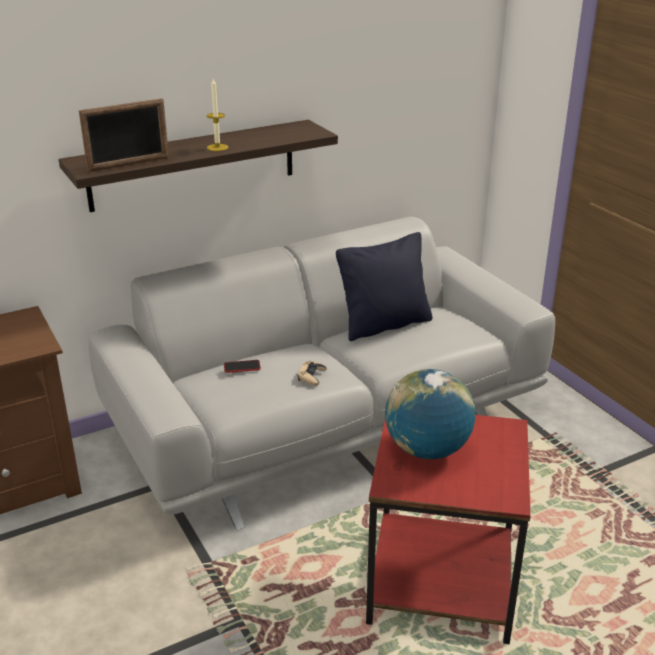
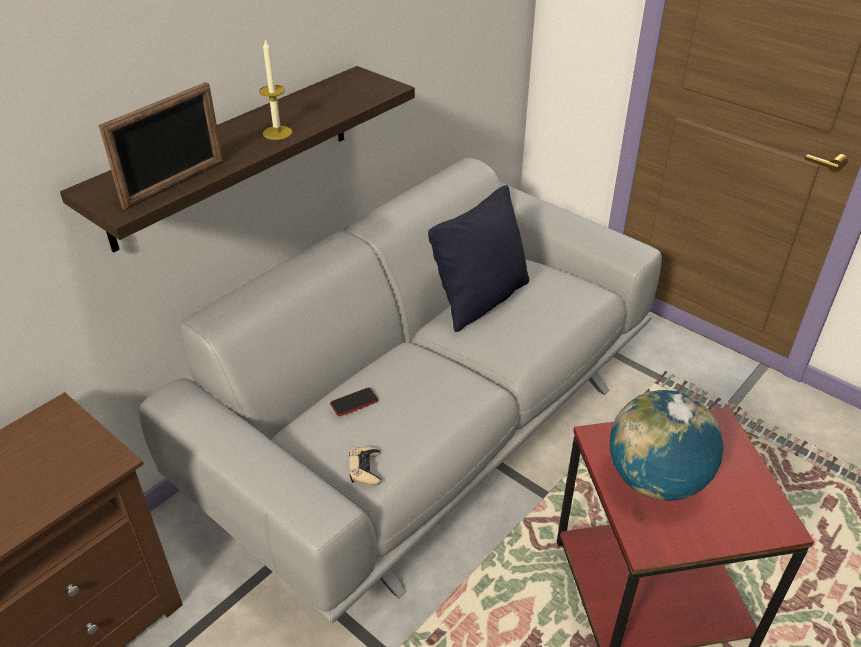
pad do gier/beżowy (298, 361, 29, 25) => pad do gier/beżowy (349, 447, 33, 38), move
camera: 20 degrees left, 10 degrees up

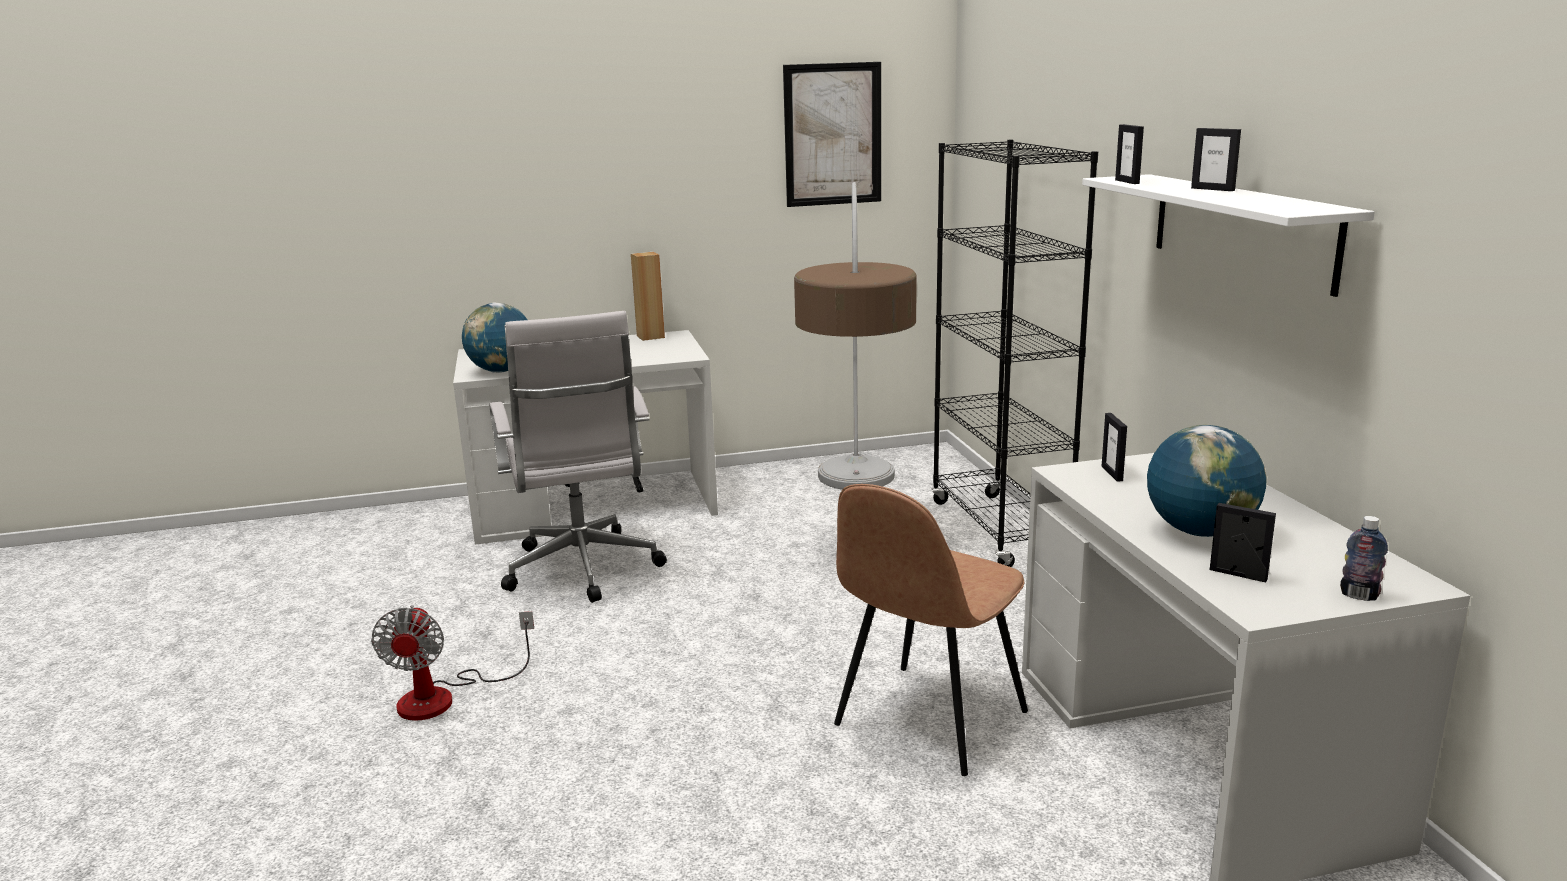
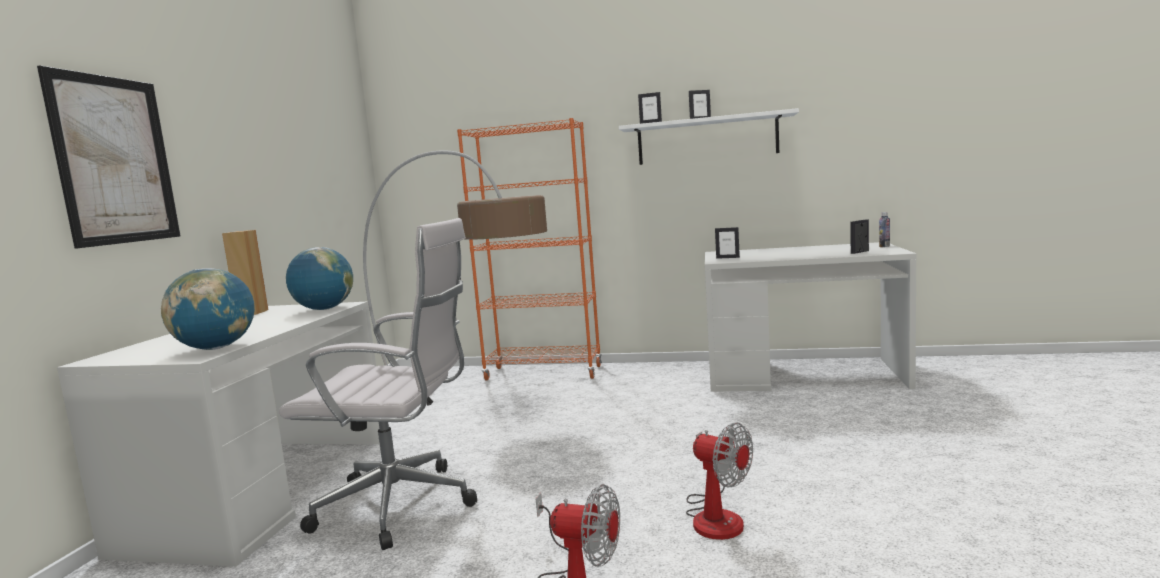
obraz (783, 62, 98, 145) => obraz (37, 65, 143, 184), move
regał/czarny (931, 140, 167, 427) => regał/pomarańczowy (457, 118, 145, 262)
globus (1147, 425, 120, 112) => globus (286, 247, 67, 63), move
krzesło/brązowy (834, 484, 194, 292) => nothing
nothing => wentylator (686, 422, 67, 118)
camera: 65 degrees left, 10 degrees down

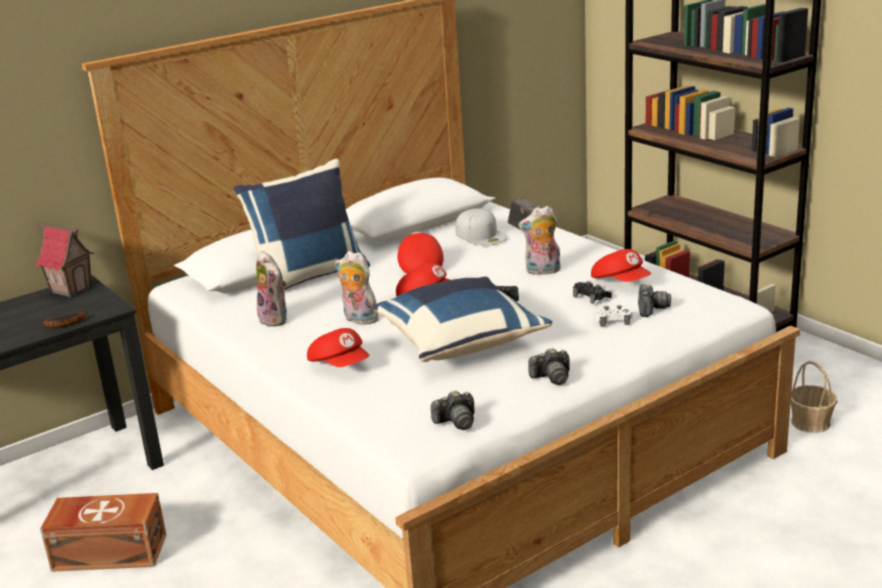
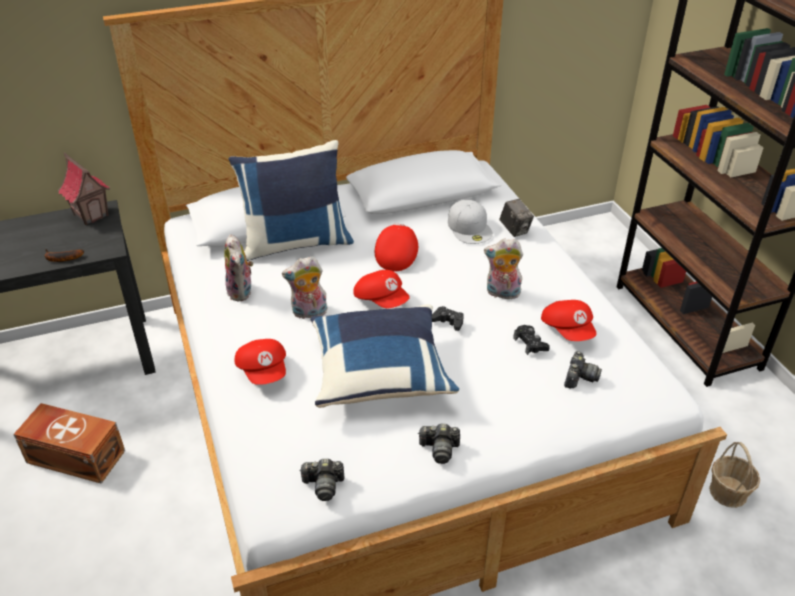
pluszak (335, 251, 44, 74) => pluszak (282, 256, 46, 63), 60 degrees counterclockwise
pad do gier/biały (593, 305, 40, 22) => nothing
camera: 15 degrees right, 15 degrees up

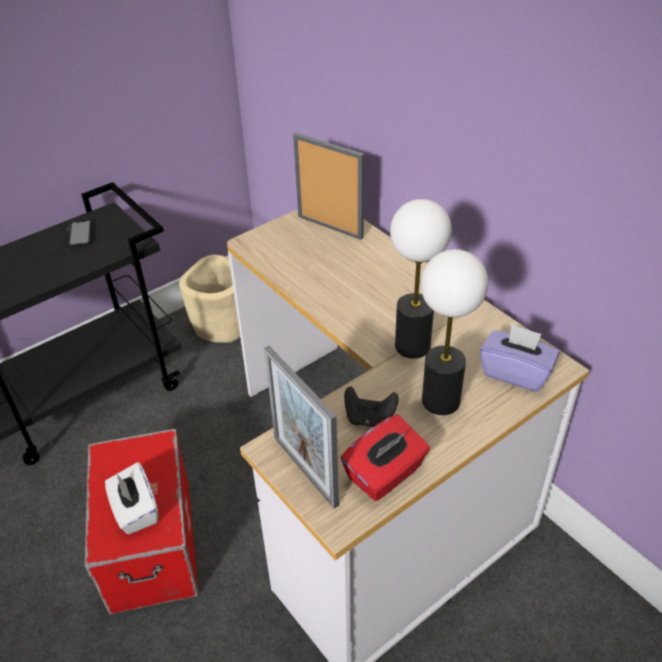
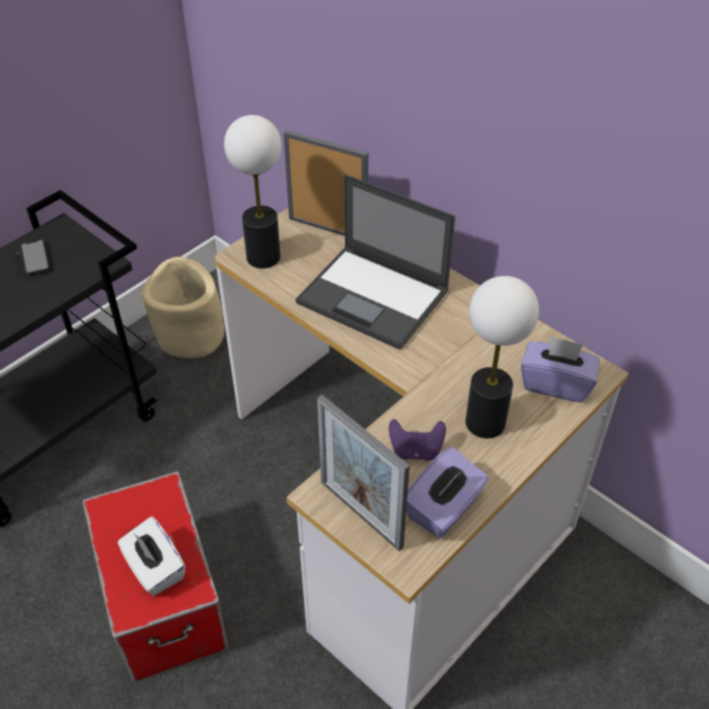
lampa stołowa (390, 199, 62, 160) => lampa stołowa (224, 115, 57, 154), move
pad do gier/czarny (344, 386, 55, 41) => pad do gier/fioletowy (389, 419, 57, 42)
pudełko chusteczek/czerwony (341, 415, 89, 86) => pudełko chusteczek/fioletowy (406, 447, 83, 91)
nothing => laptop (296, 174, 159, 176)
camera: 10 degrees left, 5 degrees up

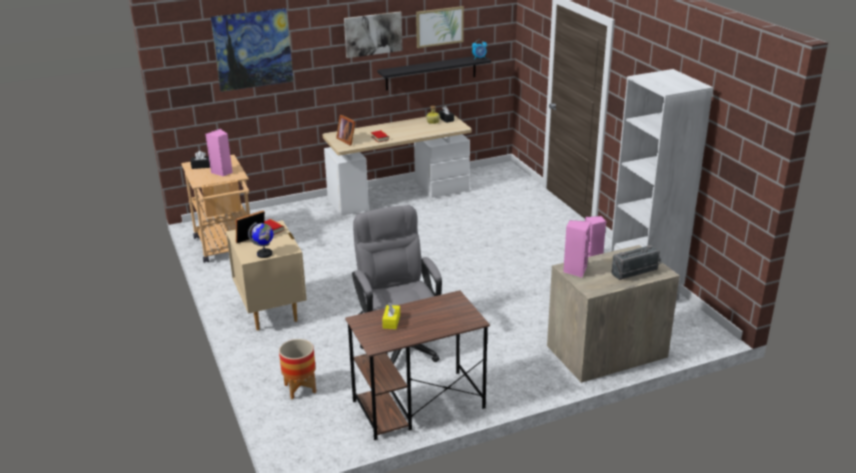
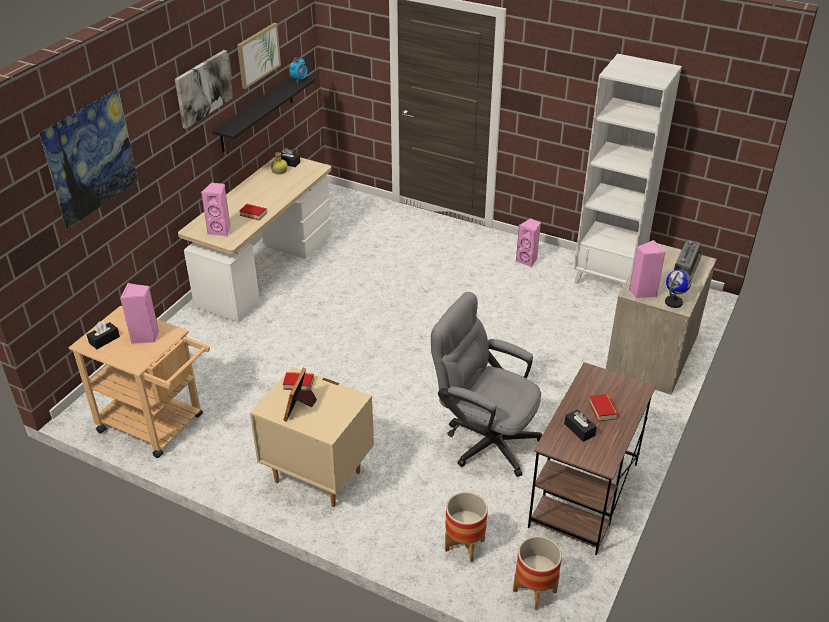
ramka na zdjęcie (336, 115, 20, 31) => głośnik/różowy (201, 182, 30, 55)
globus (248, 222, 25, 36) => globus (665, 270, 26, 38), move
pudełko chusteczek/żółty (382, 303, 18, 26) => pudełko chusteczek/czarny (564, 409, 33, 33)
nothing => książka (589, 394, 29, 28)
nothing => donica (513, 536, 49, 74)
camera: 40 degrees left, 10 degrees up

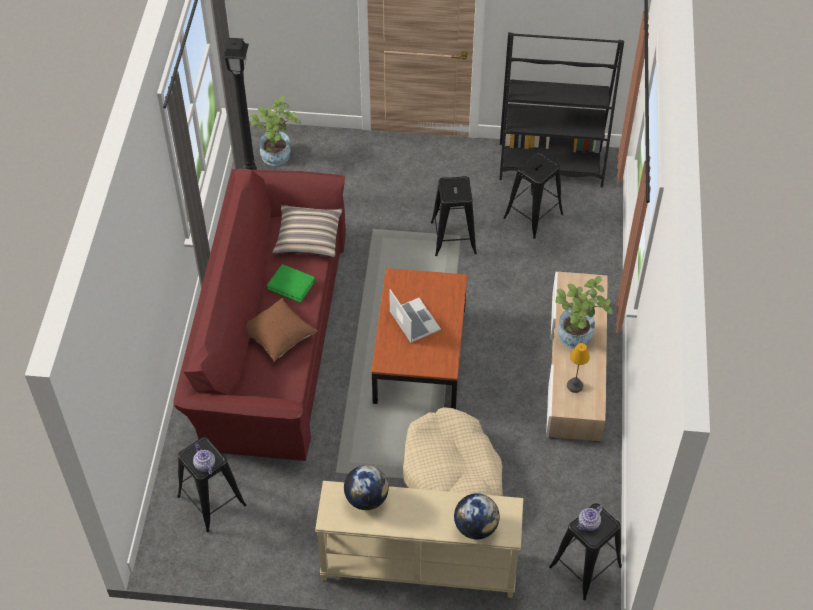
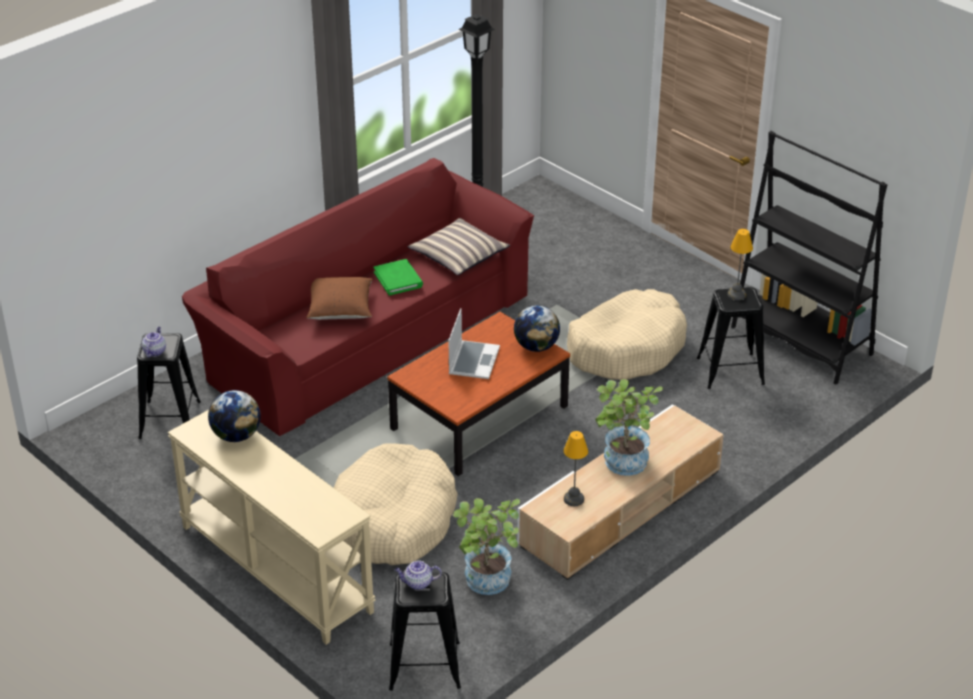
roślina doniczkowa (249, 96, 52, 70) => roślina doniczkowa (453, 498, 67, 97), move
stołek/czarny (431, 176, 46, 80) => legowisko/beżowy (567, 289, 120, 91)
globus (454, 493, 46, 46) => globus (514, 305, 46, 47), move
nothing => lampa stołowa (727, 229, 26, 72)
camera: 40 degrees right, 15 degrees down

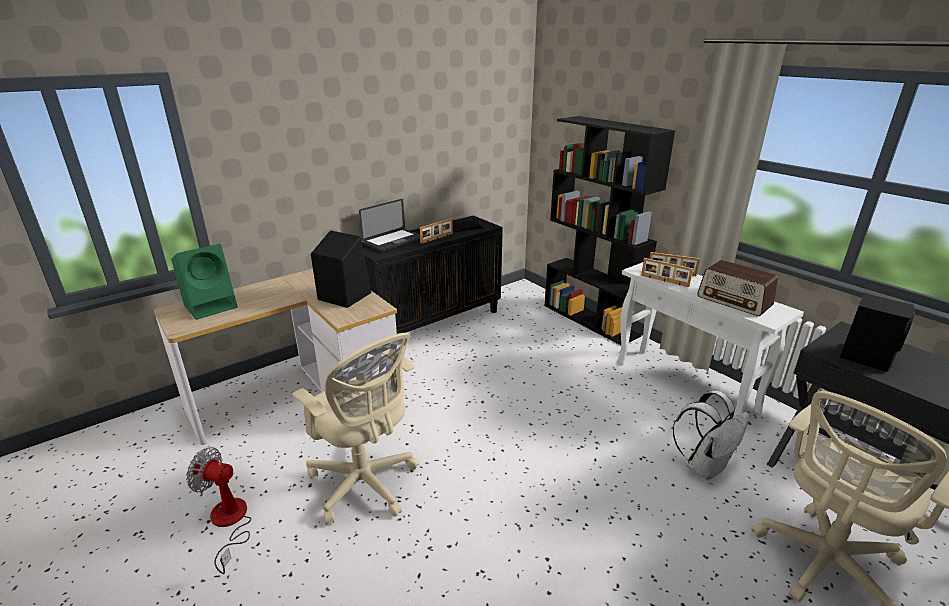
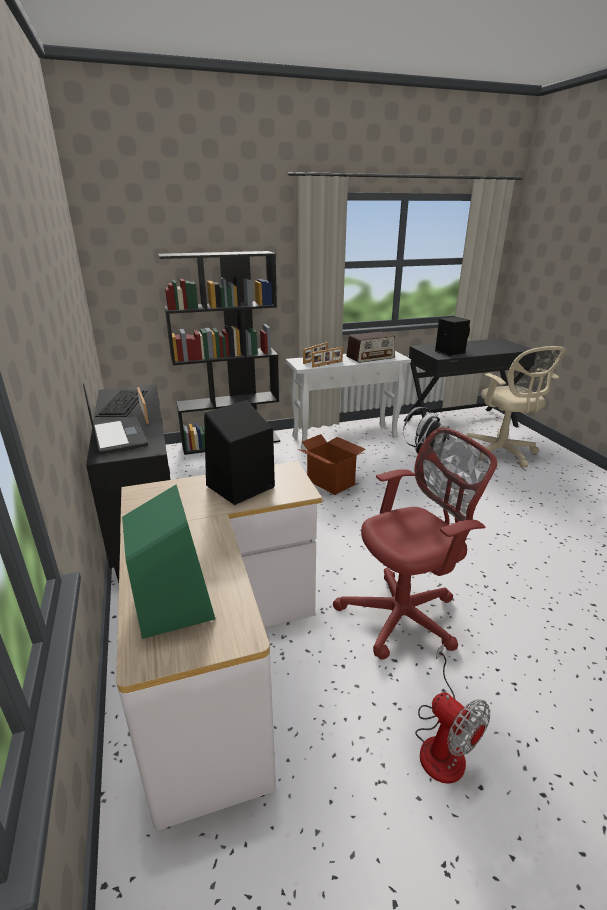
krzesło biurowe/beżowy (292, 333, 127, 192) => krzesło biurowe/czerwony (333, 427, 164, 233)
wentylator (186, 447, 65, 127) => wentylator (415, 644, 75, 140), 75 degrees counterclockwise
nothing => karton (298, 434, 68, 61)
camera: 70 degrees left, 0 degrees up

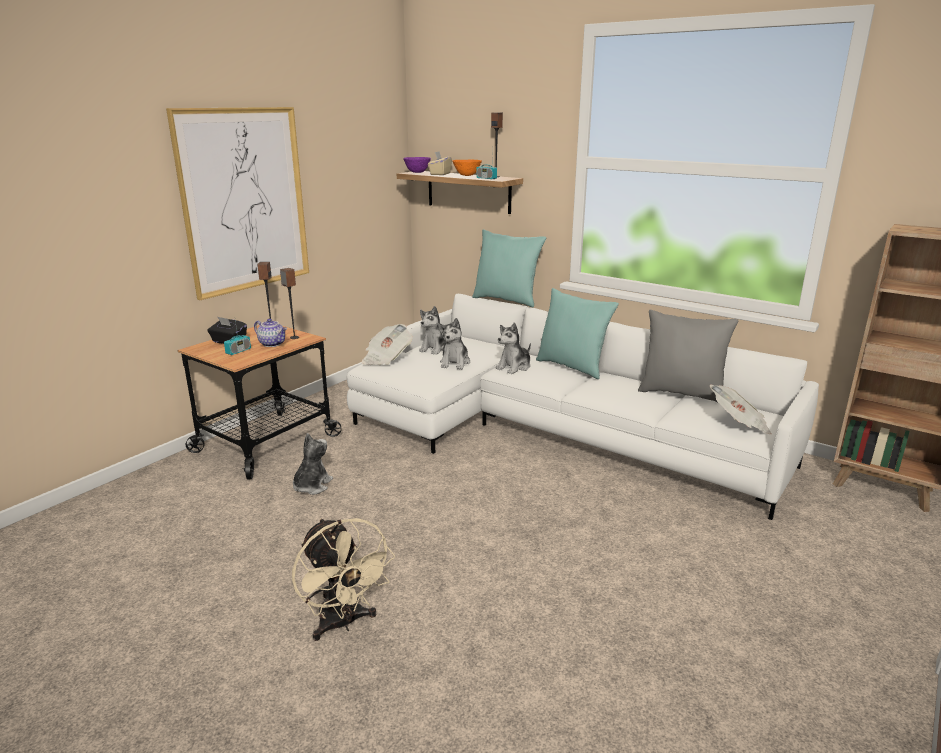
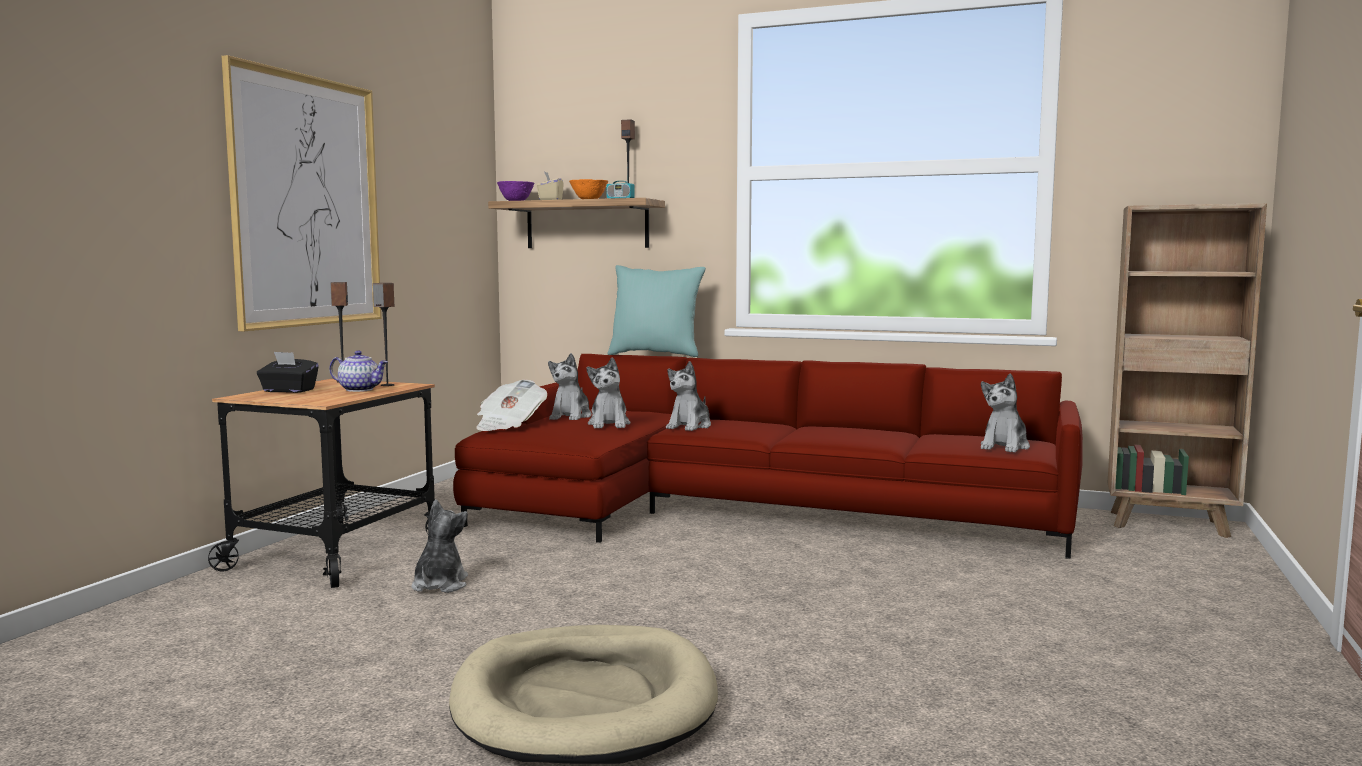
poduszka/turkusowy (536, 288, 83, 91) => nothing
kanapa/biały (347, 294, 472, 226) => kanapa/czerwony (453, 354, 630, 205)
poduszka/szary (638, 310, 100, 92) => nothing
radio (224, 314, 27, 41) => nothing
gazeta (710, 385, 61, 49) => pluszak (981, 373, 49, 80)
wentylator/beżowy (292, 518, 103, 123) => legowisko/beżowy (449, 625, 269, 139)
camera: 15 degrees left, 15 degrees down

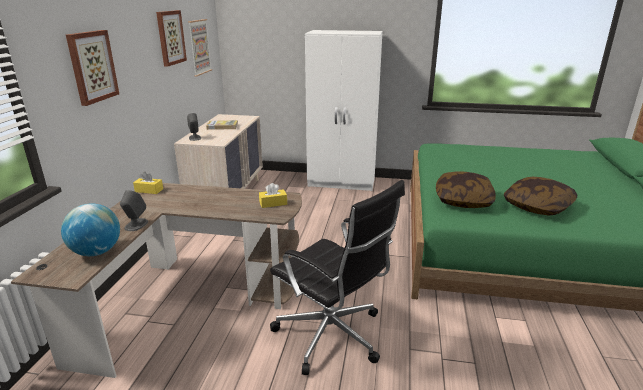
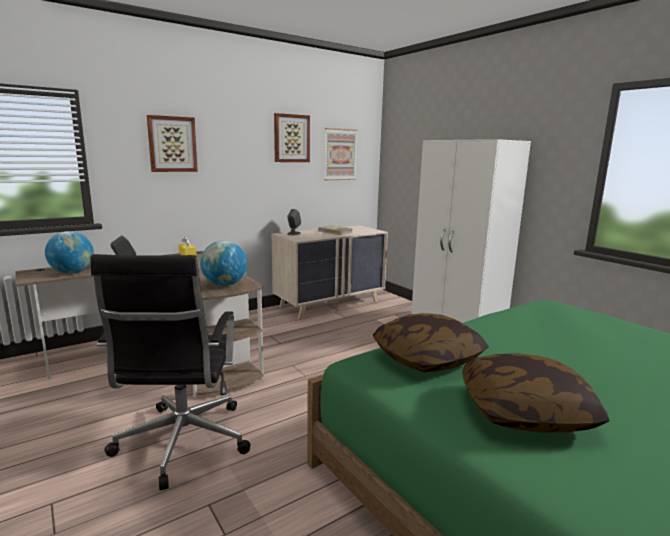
pudełko chusteczek/żółty (259, 183, 28, 25) => globus (200, 241, 47, 45)
camera: 45 degrees right, 10 degrees down

